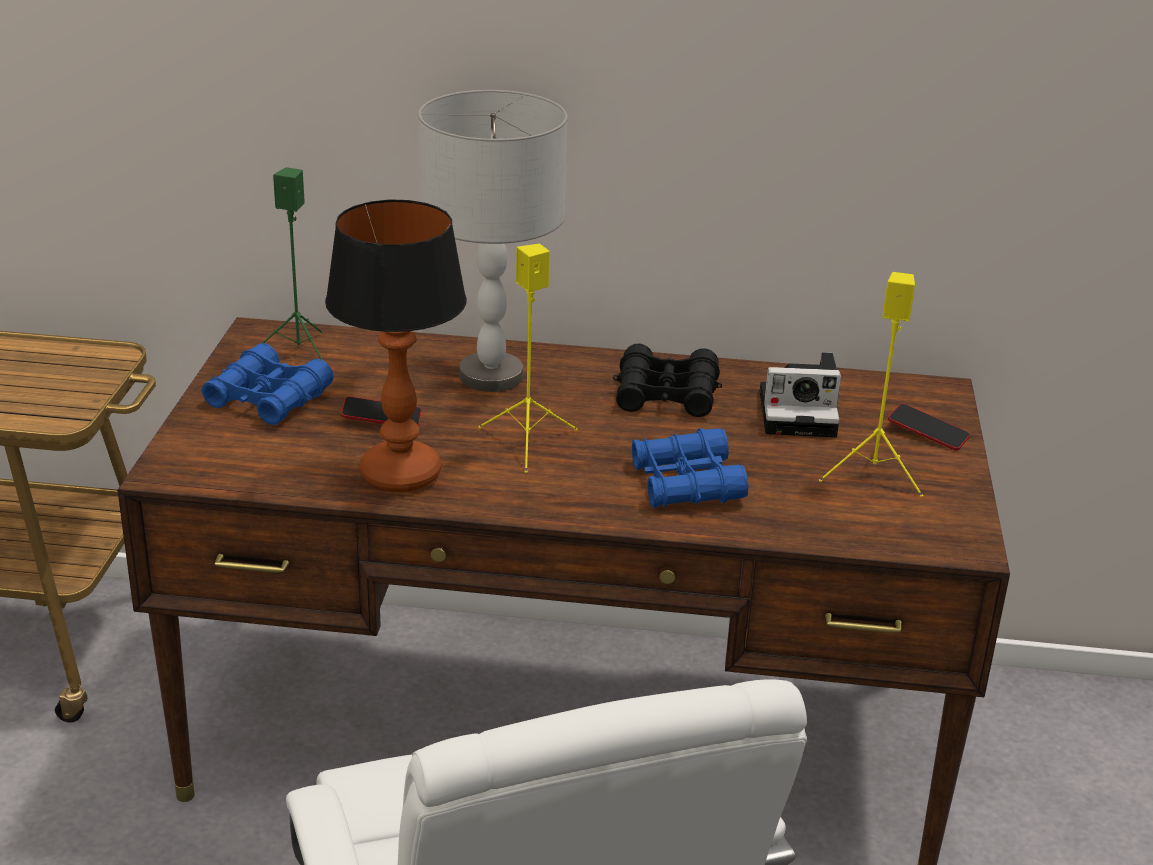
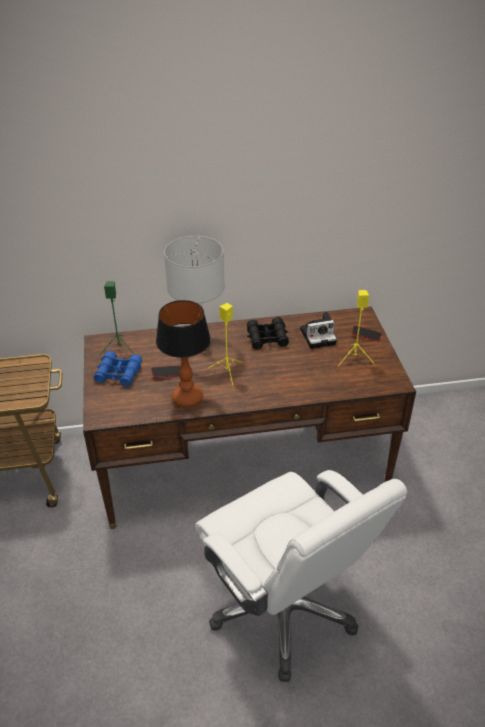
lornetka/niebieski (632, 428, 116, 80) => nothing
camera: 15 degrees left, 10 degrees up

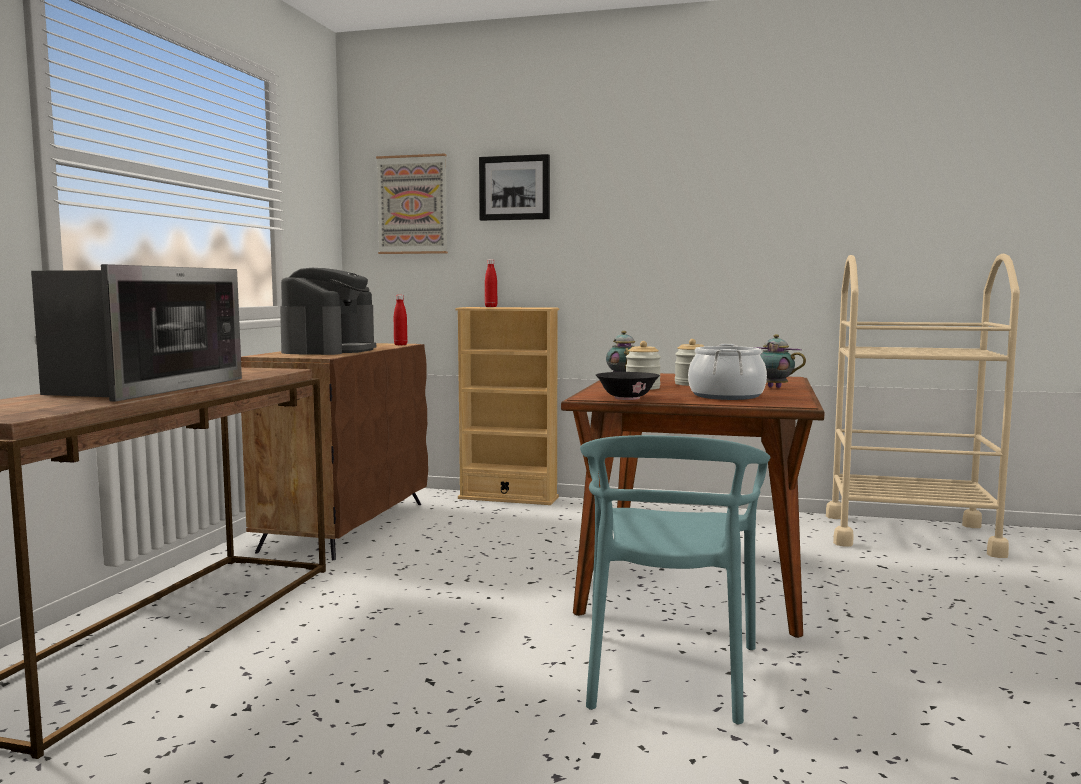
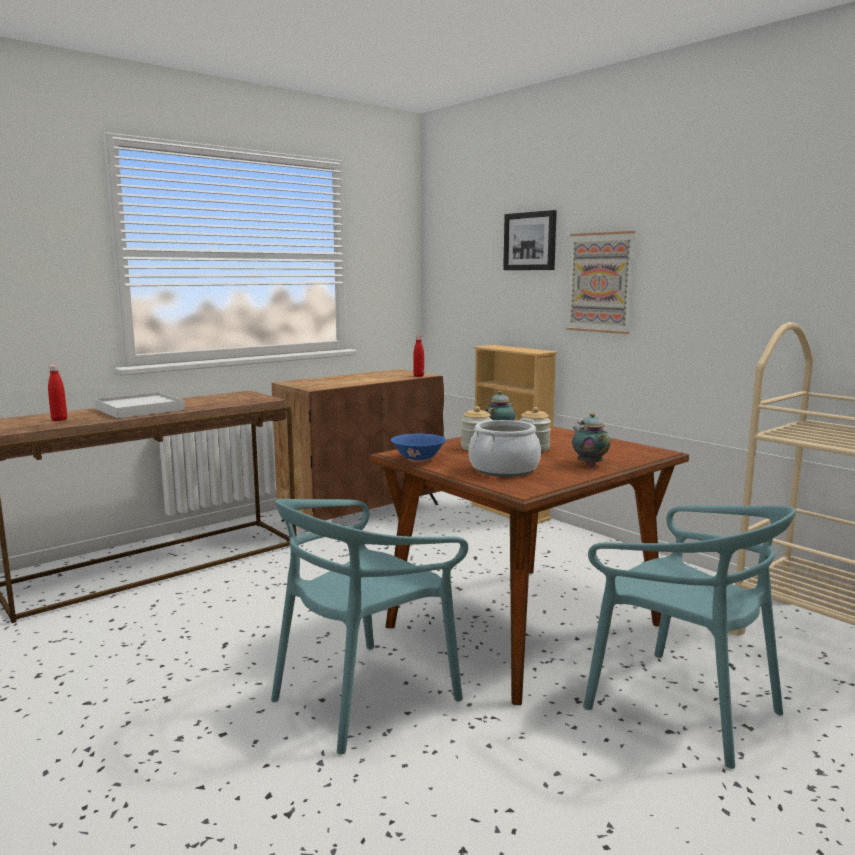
obraz (376, 153, 72, 101) => obraz (566, 231, 69, 103), move
butelka/czerwony (485, 260, 12, 47) => butelka/czerwony (48, 365, 19, 56), move
mikrofalówka (31, 264, 211, 137) => taca/biały (95, 392, 90, 26)
ekspres do kawy (280, 268, 96, 87) => nothing
miska/czarny (596, 372, 64, 28) => miska/niebieski (391, 434, 55, 28)
nothing => krzesło/turkusowy (583, 505, 213, 264)
camera: 35 degrees right, 5 degrees up

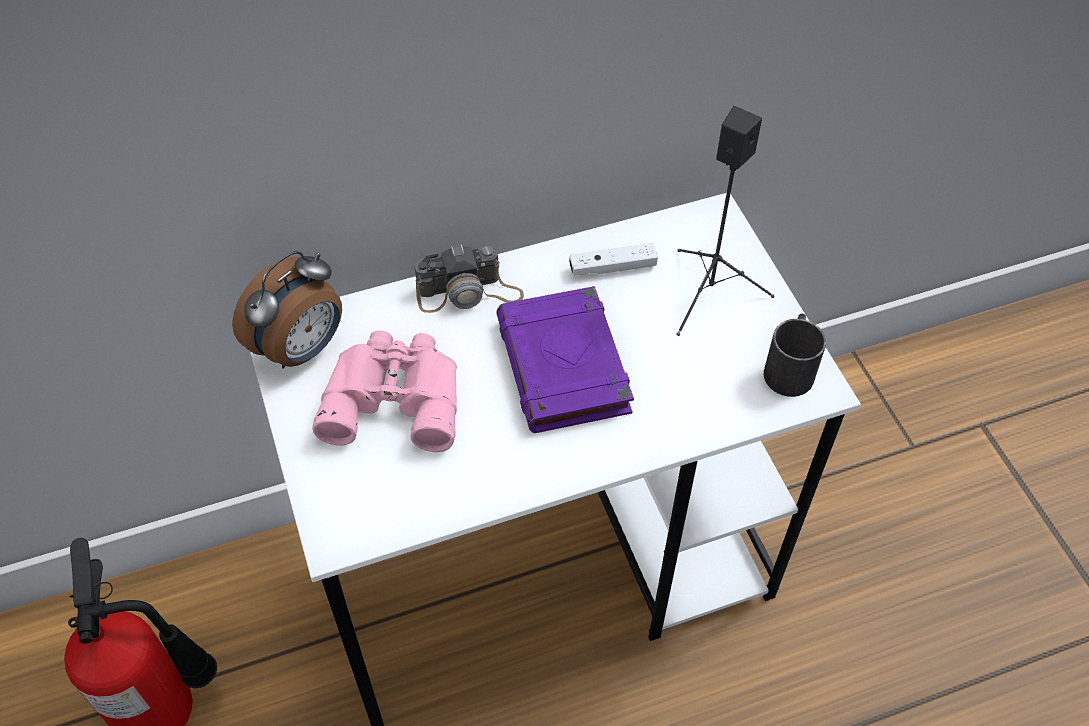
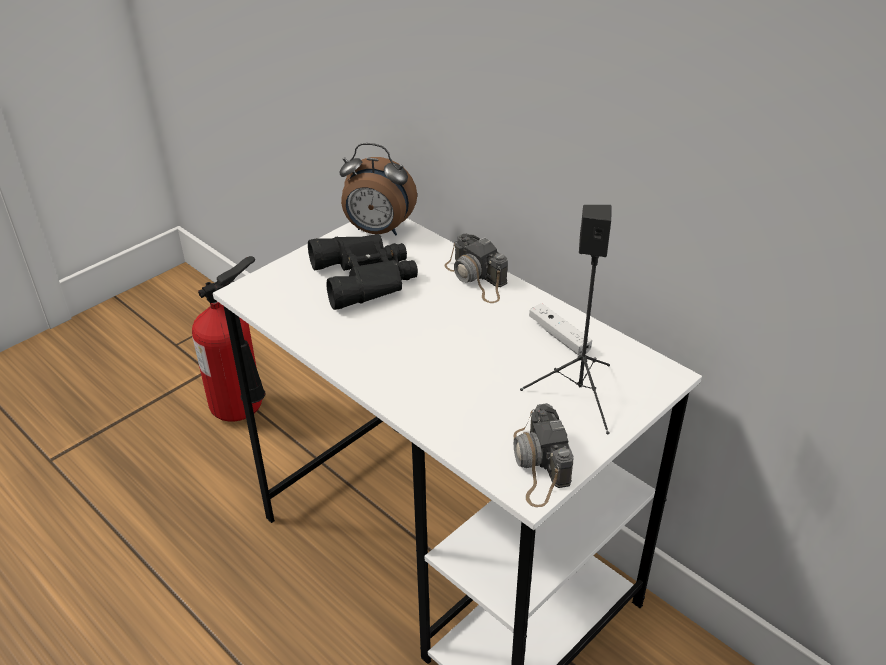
książka/fioletowy (496, 286, 138, 147) => nothing
kubek/czarny (764, 314, 62, 83) => aparat fotograficzny (513, 403, 61, 104)
lornetka/różowy (312, 330, 145, 122) => lornetka/czarny (308, 234, 110, 76)
camera: 65 degrees right, 15 degrees down

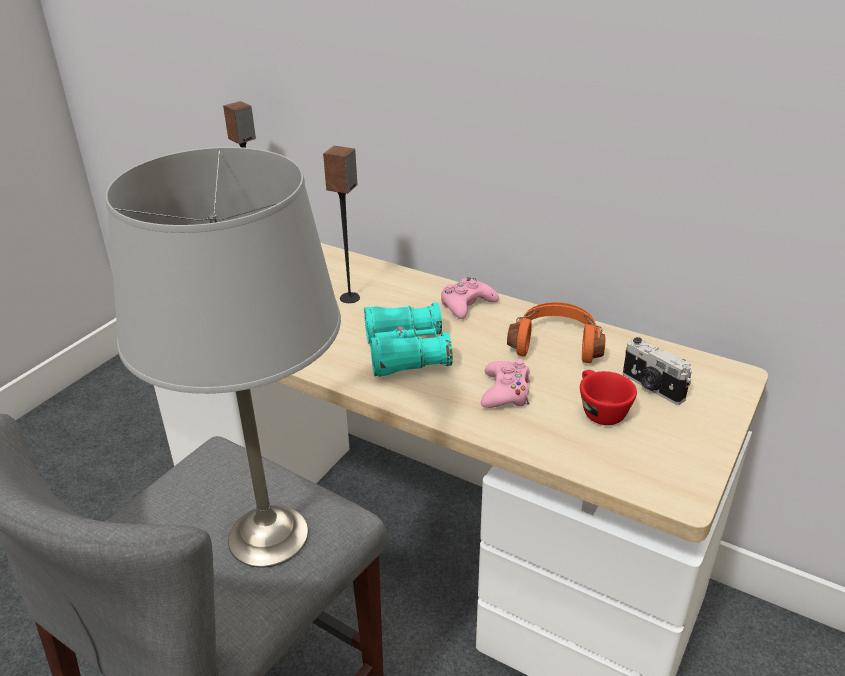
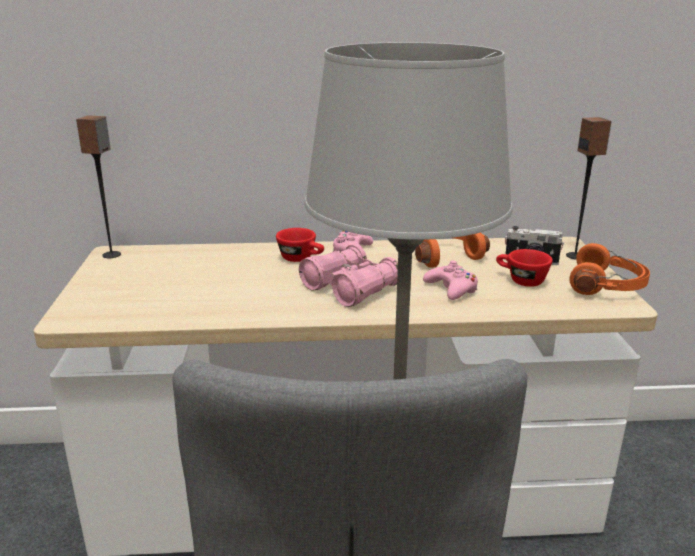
głośnik (323, 146, 37, 157) => głośnik (566, 117, 46, 142), move
lornetka/turkusowy (364, 302, 89, 75) => lornetka/różowy (299, 244, 99, 63)
nothing => filiżanka/czerwony (276, 228, 48, 34)
nothing => słuchawki/pomarańczowy (569, 243, 81, 52)
camera: 35 degrees left, 10 degrees down

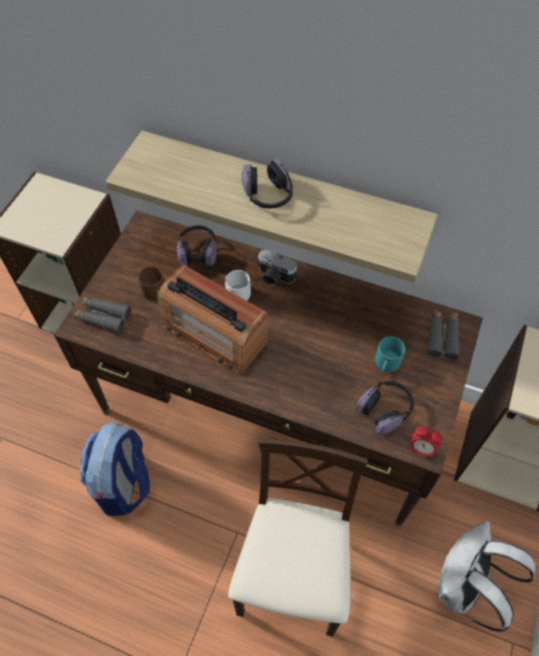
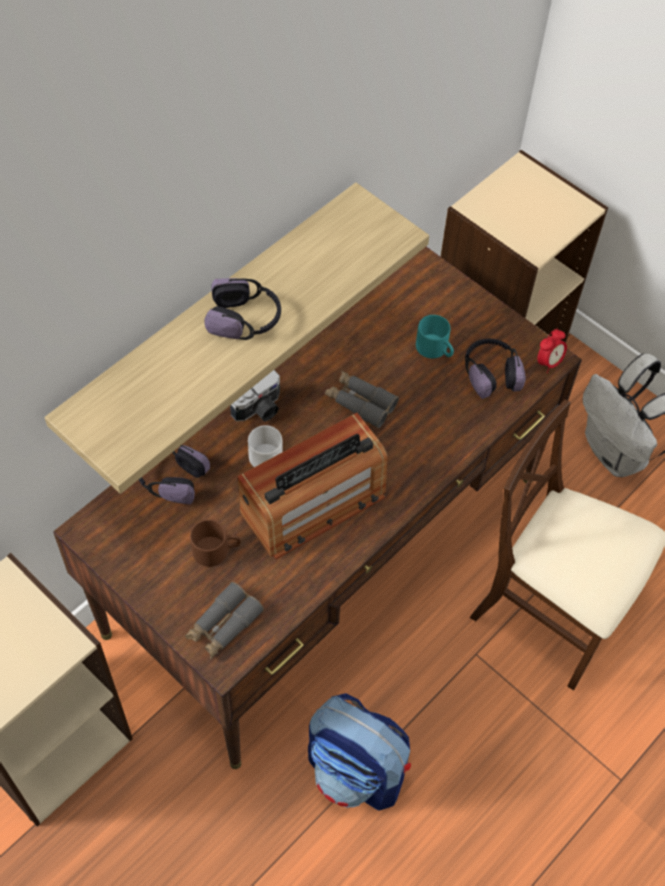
lornetka/szary (427, 309, 33, 51) => lornetka/szary (325, 371, 74, 57), move
camera: 70 degrees left, 0 degrees up

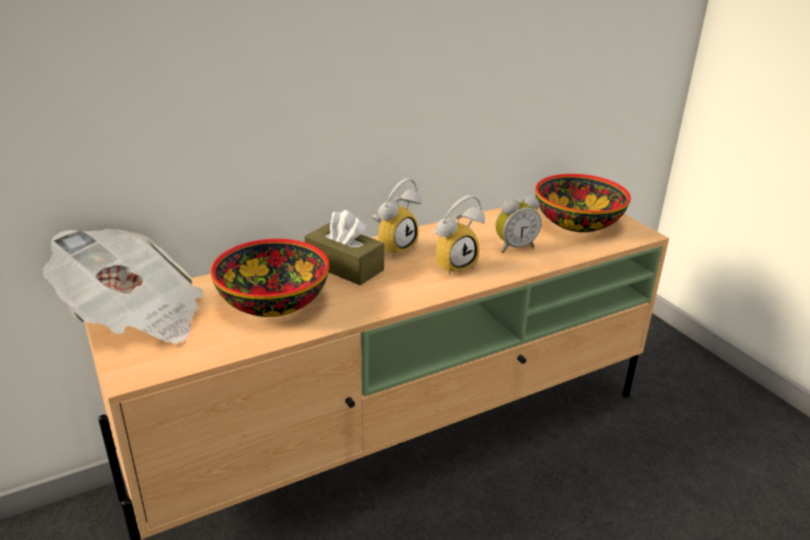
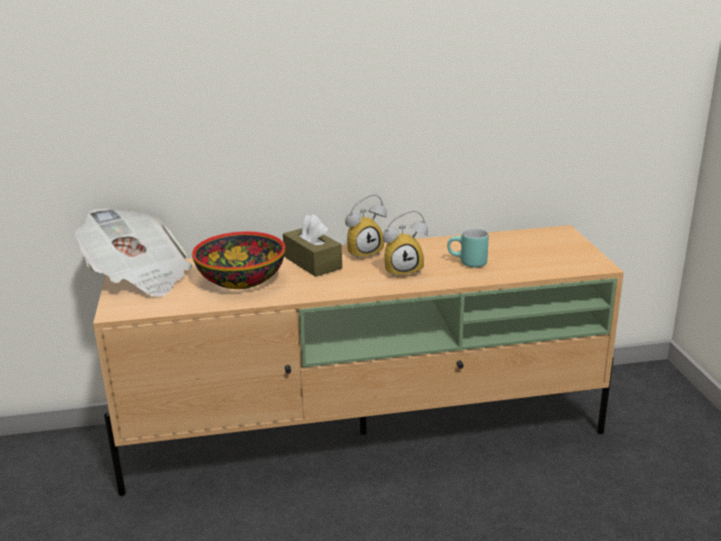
miska (535, 174, 96, 58) => nothing
budzik (496, 196, 46, 57) => kubek/turkusowy (447, 228, 42, 40)
camera: 20 degrees right, 5 degrees down

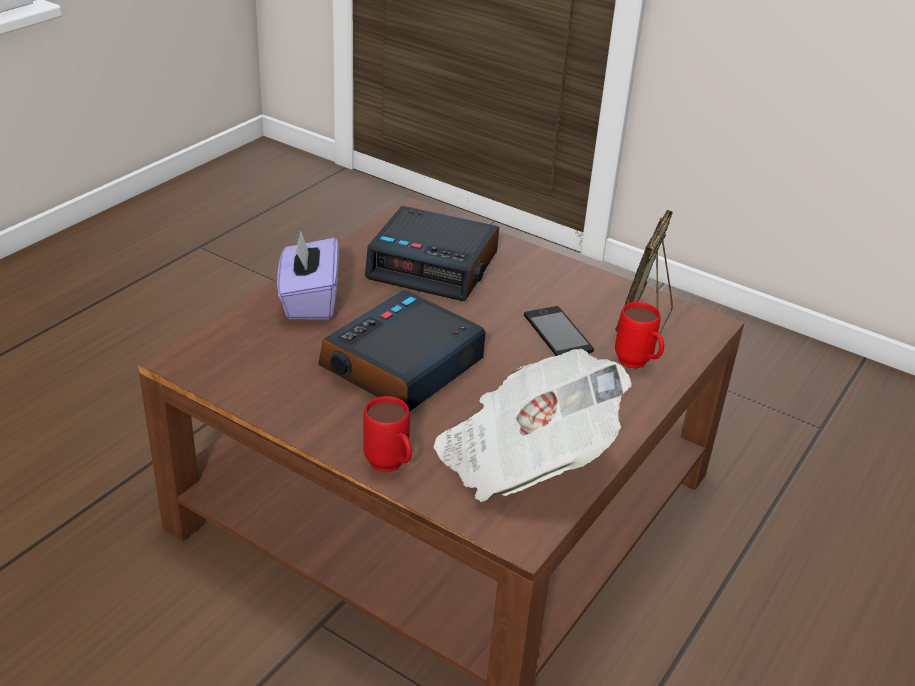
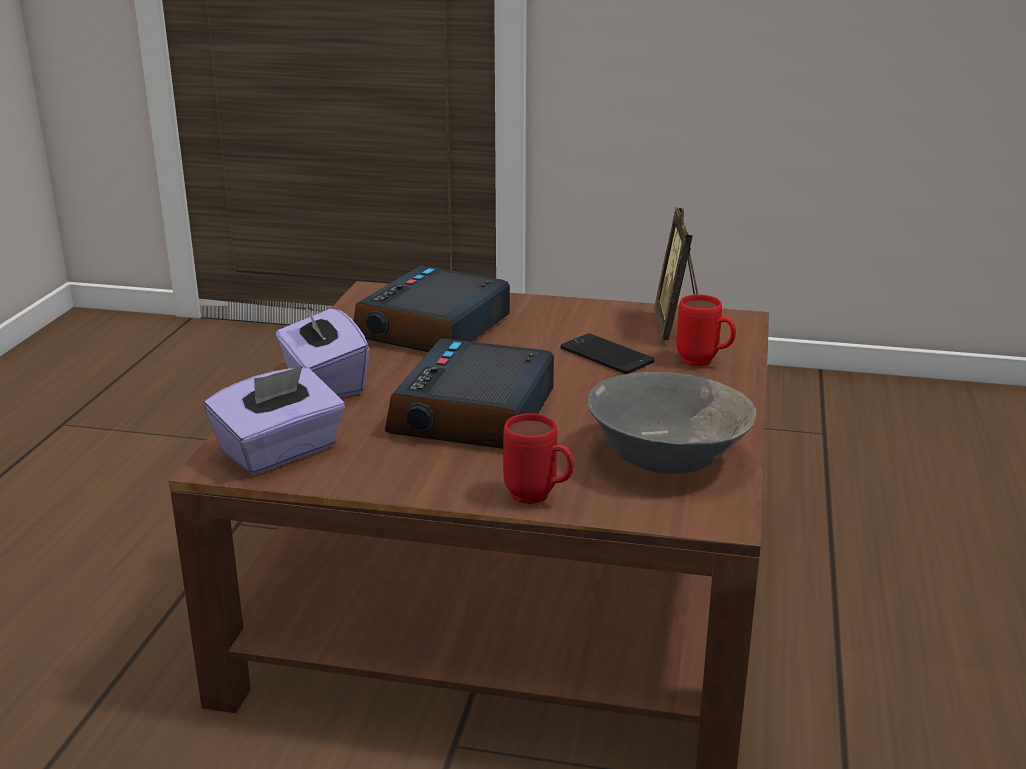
budzik (365, 206, 134, 95) => budzik (354, 265, 156, 87), 120 degrees clockwise
gazeta (433, 349, 199, 153) => miska/szary (587, 372, 170, 102)
nothing => pudełko chusteczek/fioletowy (205, 366, 140, 109)
camera: 20 degrees left, 10 degrees down

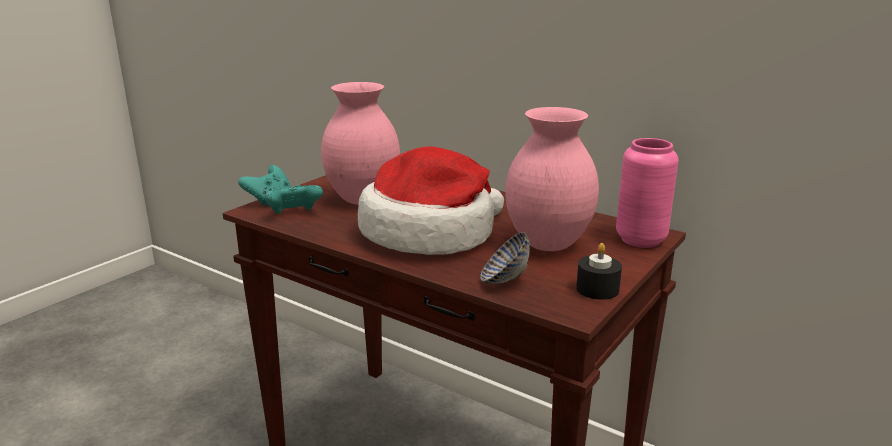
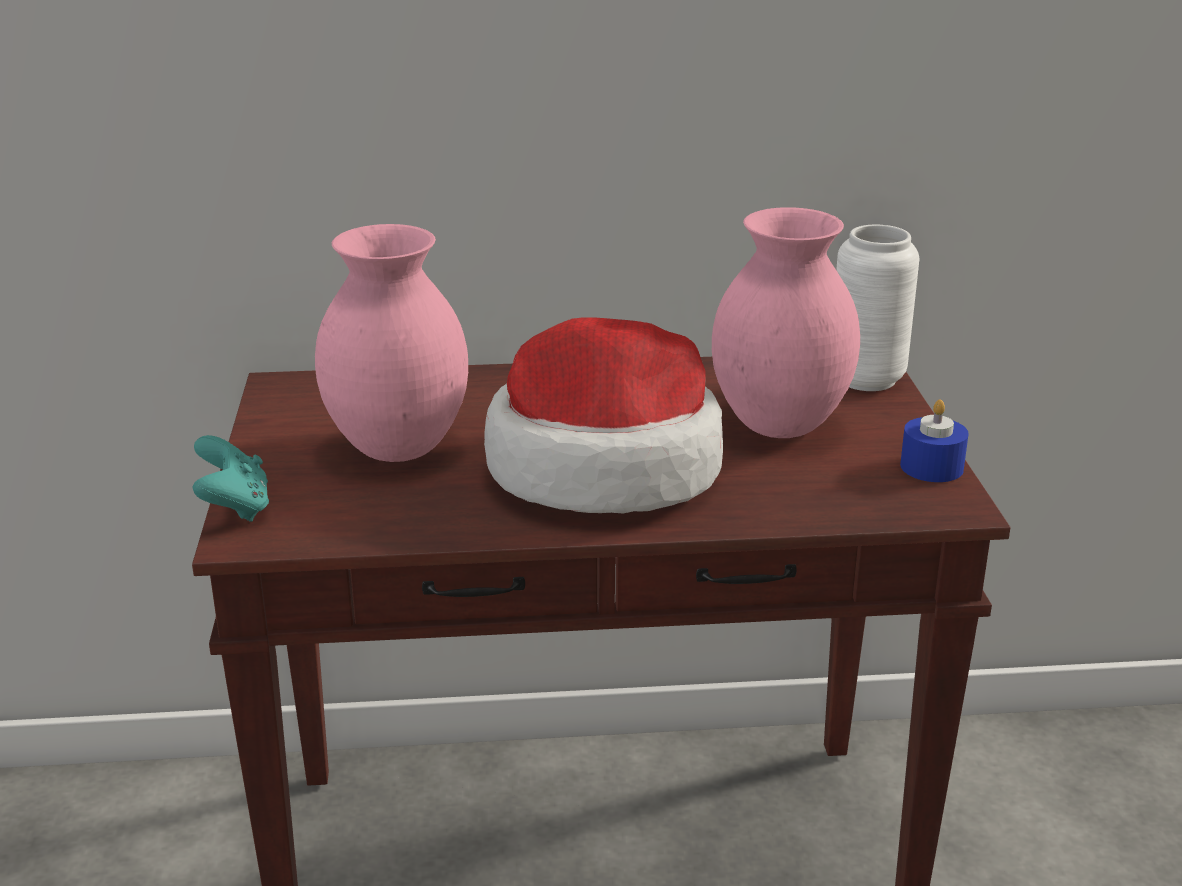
wazon/różowy (616, 138, 62, 110) => wazon/biały (836, 225, 83, 166)
pad do gier/turkusowy (265, 185, 58, 29) => nothing
miska (480, 232, 50, 52) => nothing
świeca/czarny (576, 243, 46, 57) => świeca/niebieski (900, 399, 69, 83)
camera: 40 degrees left, 5 degrees up

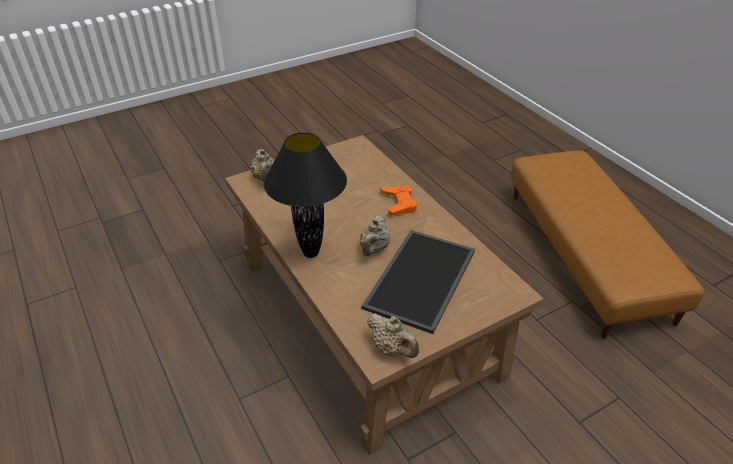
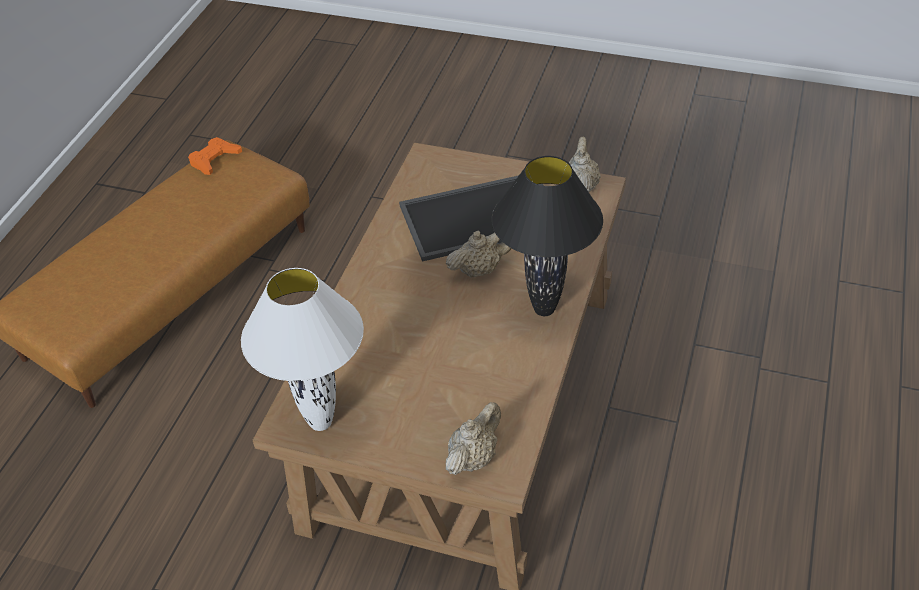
pad do gier/pomarańczowy (381, 185, 37, 30) => pad do gier/pomarańczowy (188, 137, 54, 38), move
nothing => lampa stołowa/biały (241, 268, 123, 163)
camera: 130 degrees left, 5 degrees up

